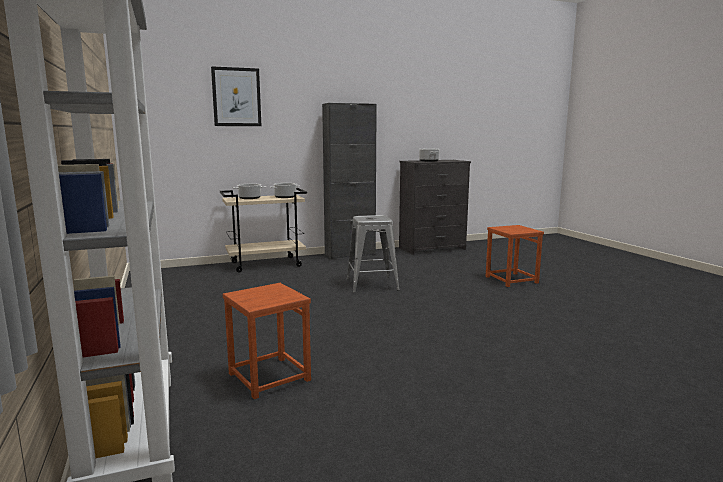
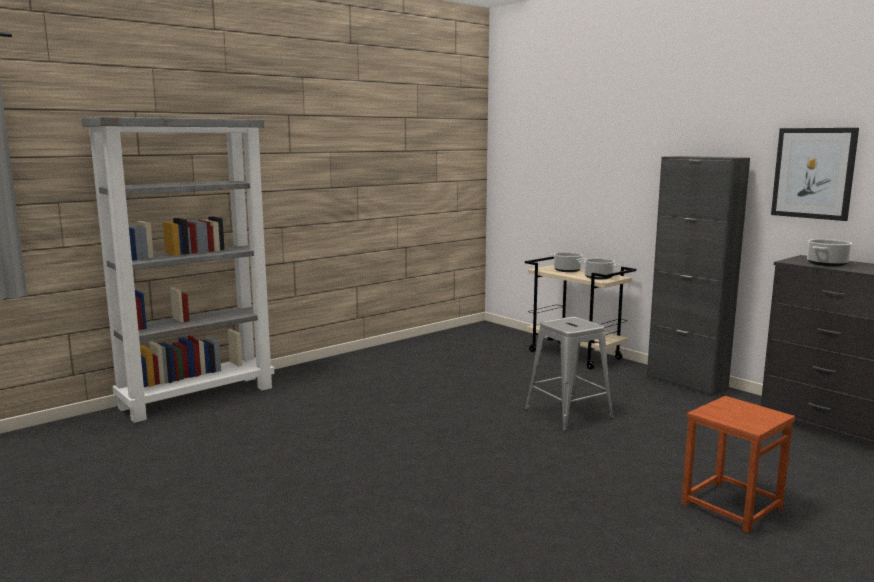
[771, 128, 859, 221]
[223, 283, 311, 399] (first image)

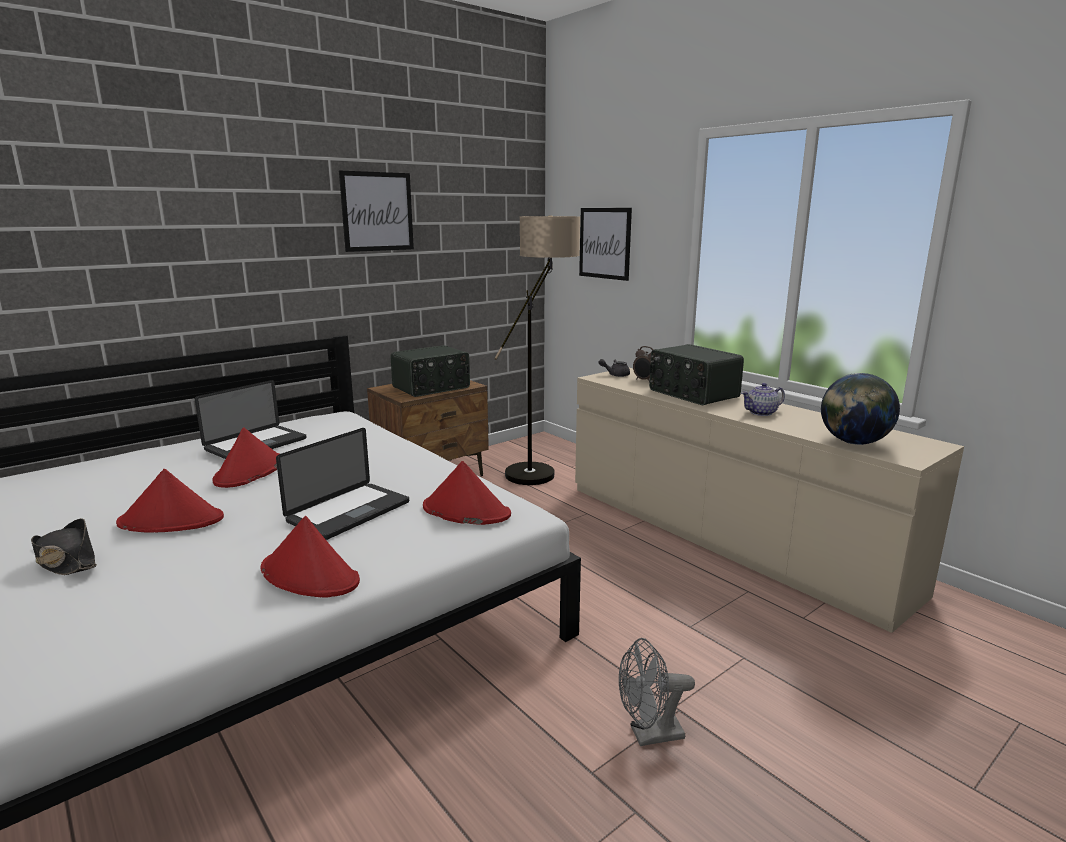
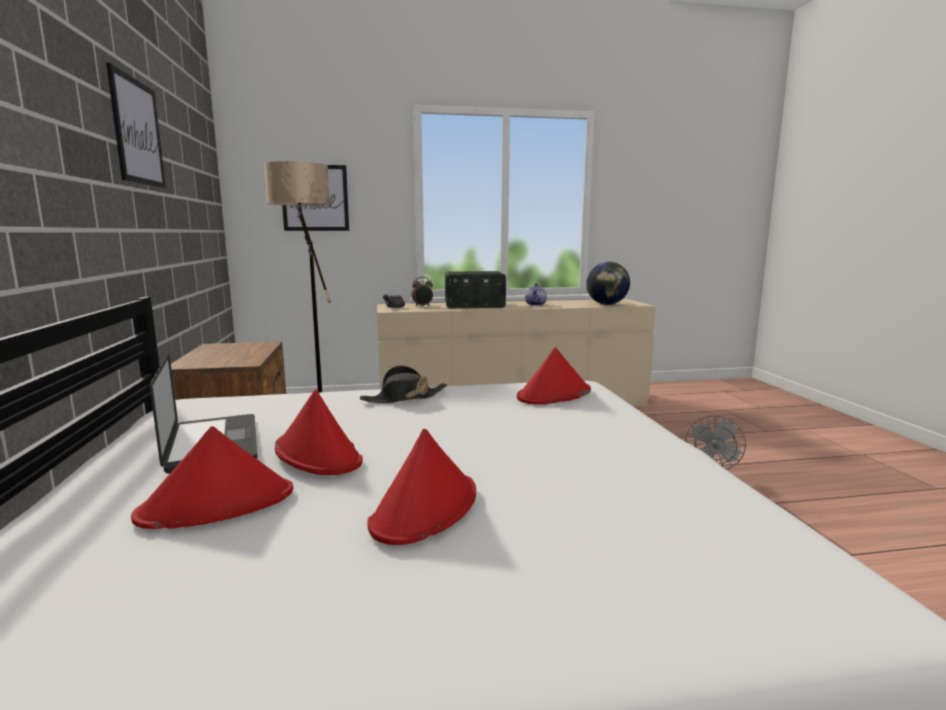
[131, 426, 293, 529]
[360, 365, 447, 404]
[276, 428, 409, 540] (first image)
[391, 345, 470, 397] (first image)

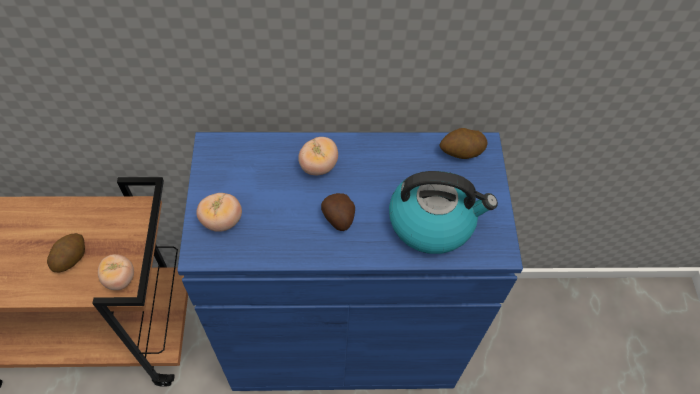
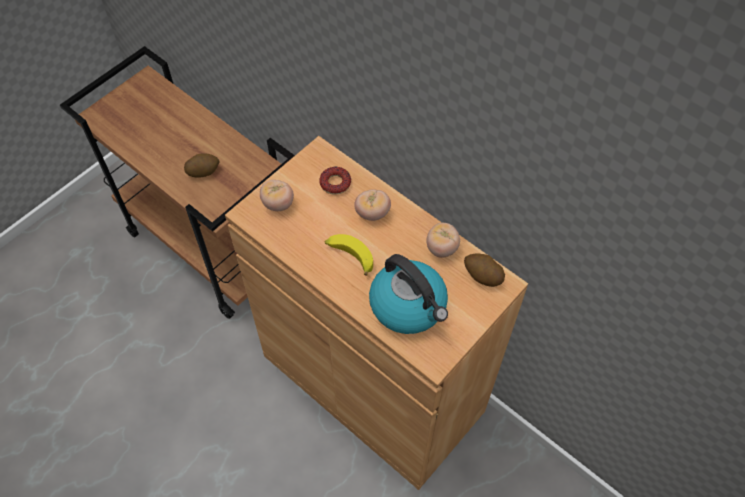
[225, 136, 528, 490]
[319, 167, 351, 195]
[325, 234, 373, 276]
[426, 223, 460, 258]

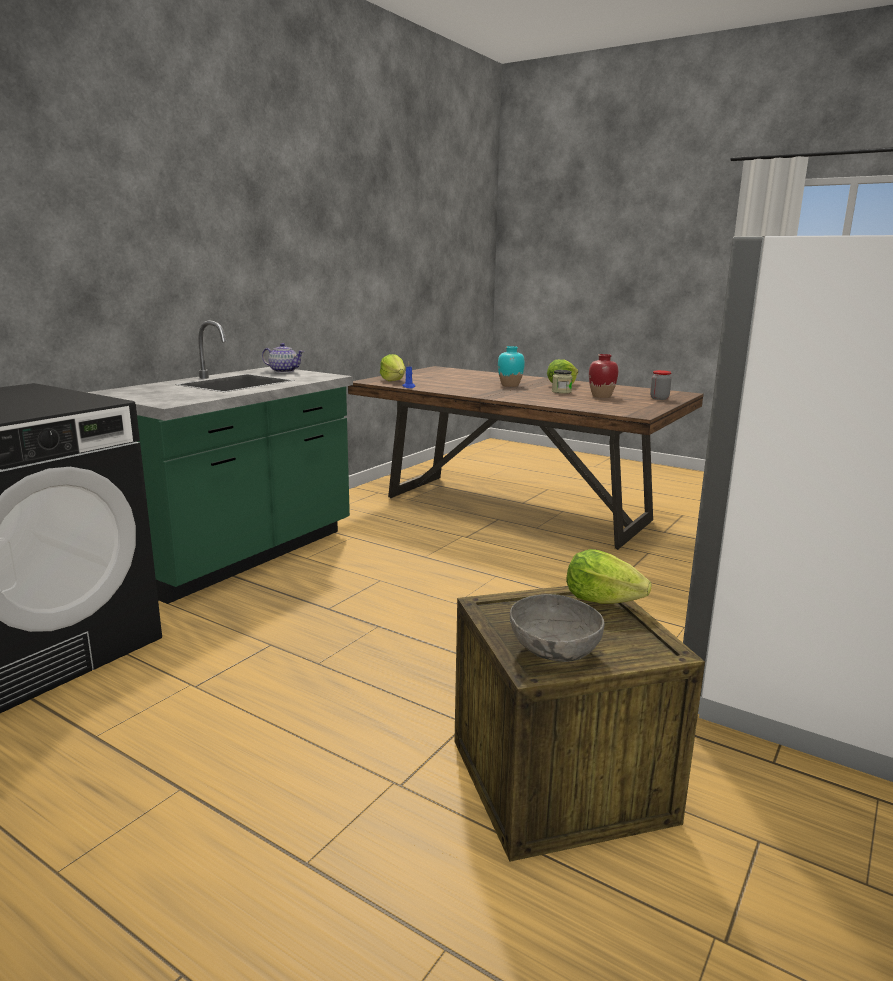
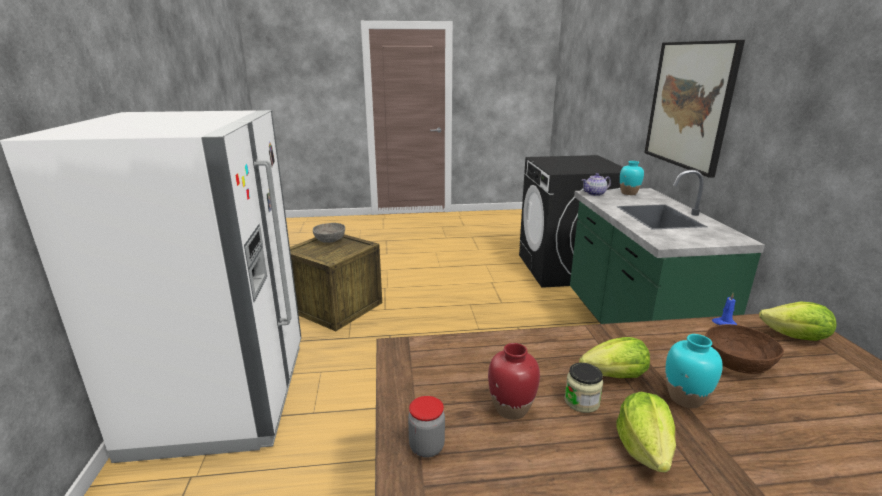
[579, 337, 650, 378]
[582, 173, 611, 196]
[620, 161, 644, 195]
[644, 40, 745, 178]
[705, 324, 784, 374]

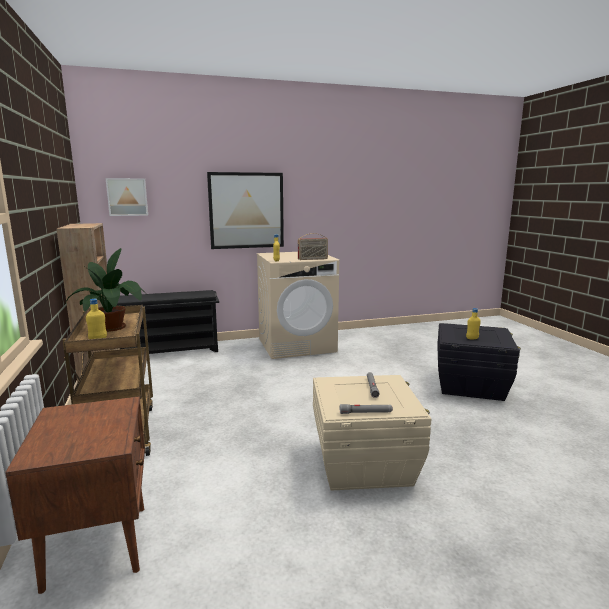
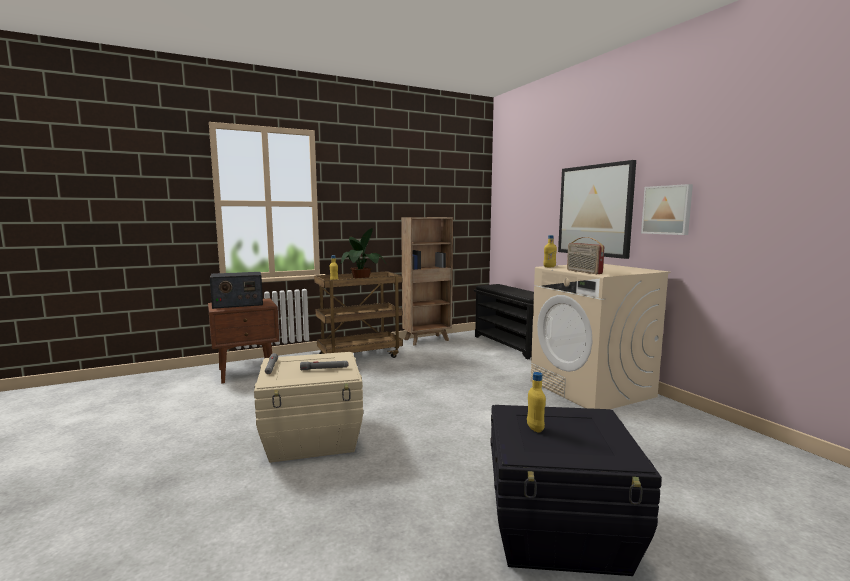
[210, 272, 263, 309]
[641, 184, 693, 235]

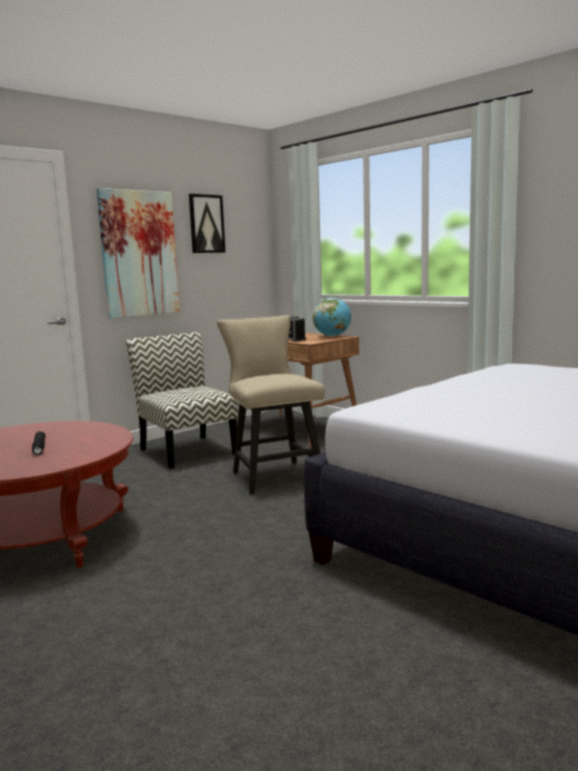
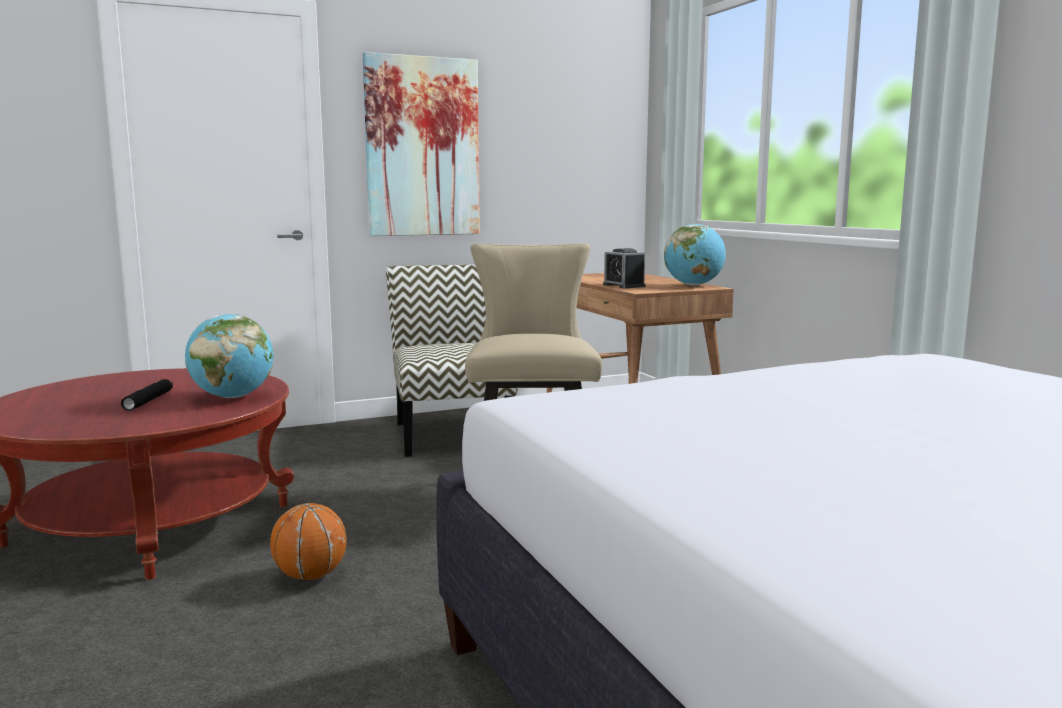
[185, 314, 274, 398]
[270, 503, 347, 580]
[189, 194, 225, 253] (first image)

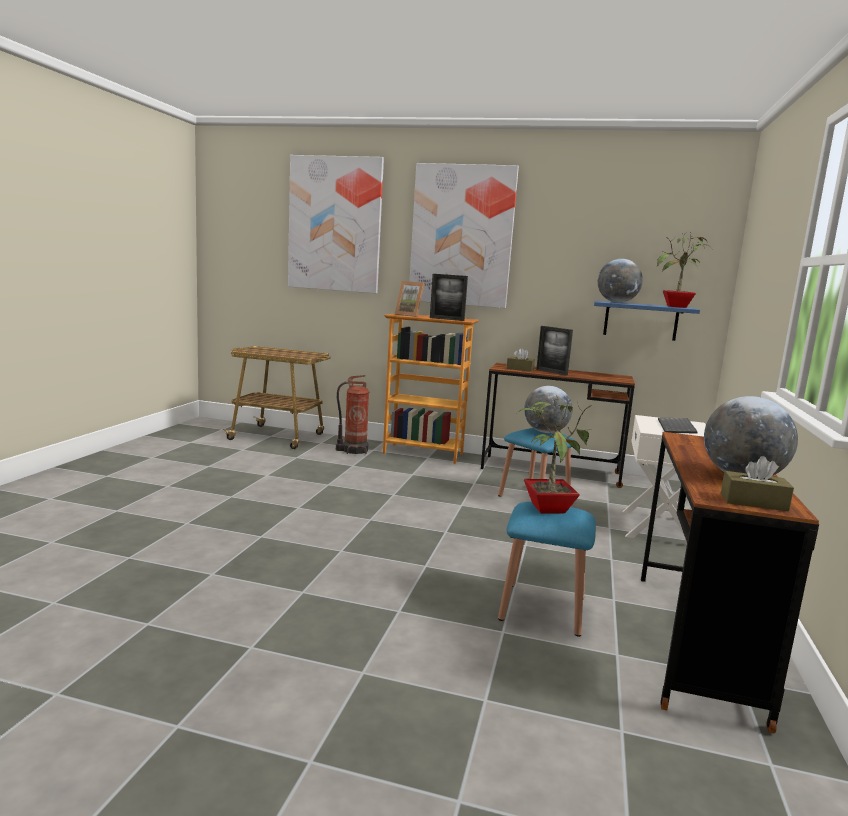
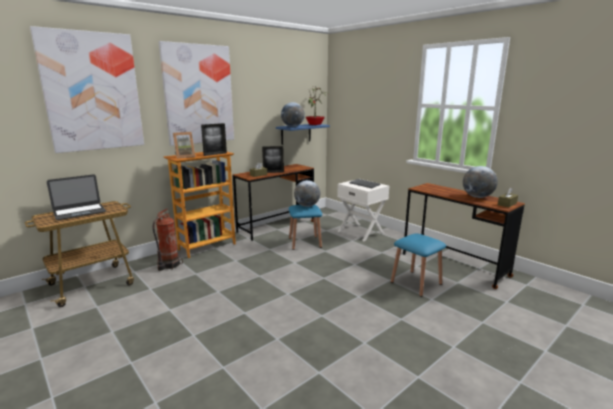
[47, 174, 106, 220]
[517, 397, 592, 514] (first image)

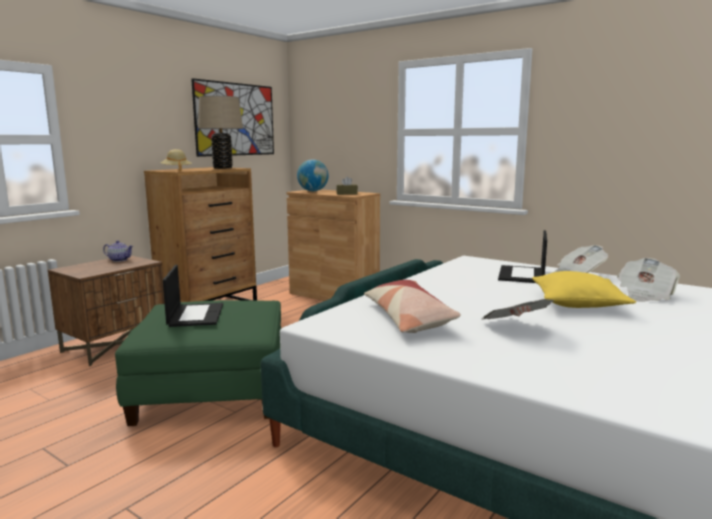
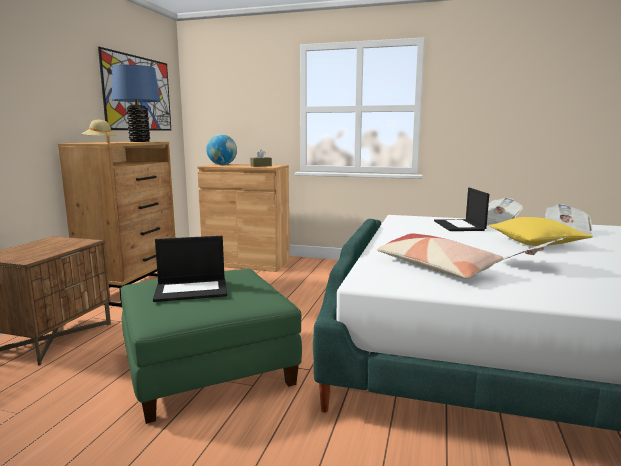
[112, 65, 160, 142]
[153, 236, 227, 302]
[103, 240, 133, 262] (first image)

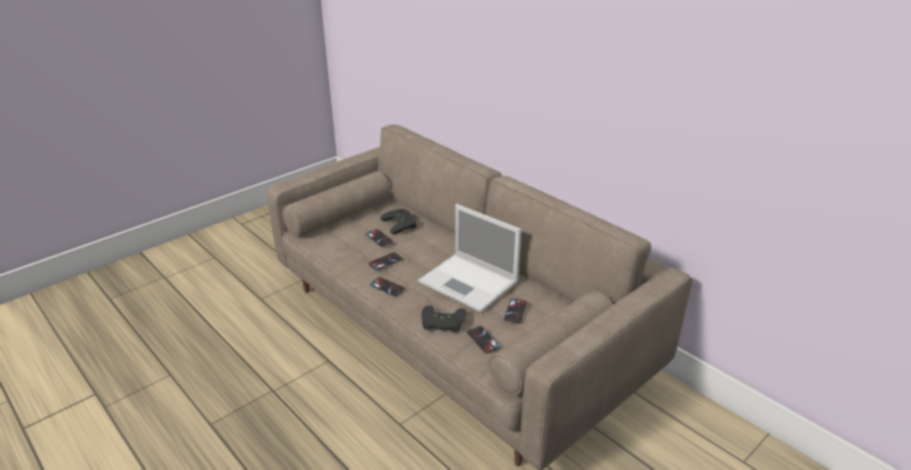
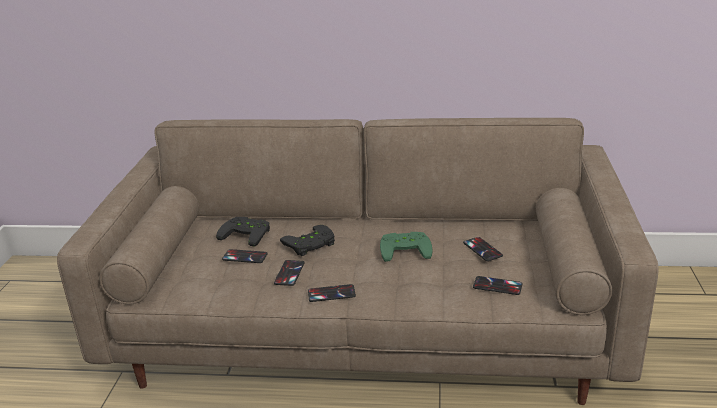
[280, 225, 335, 256]
[380, 232, 433, 262]

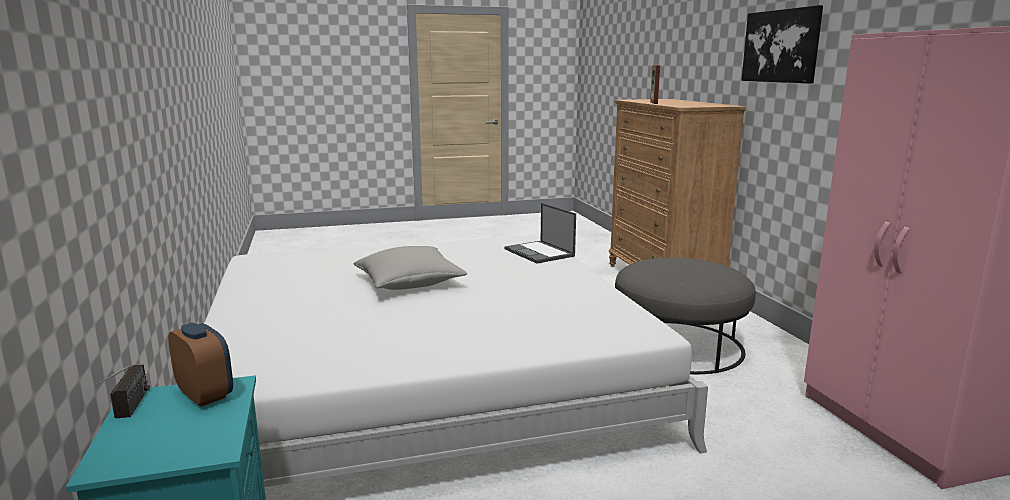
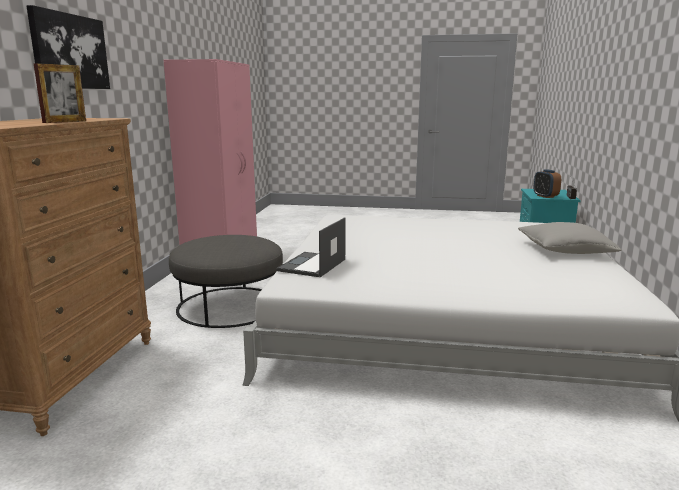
[276, 217, 345, 277]
[518, 222, 621, 254]

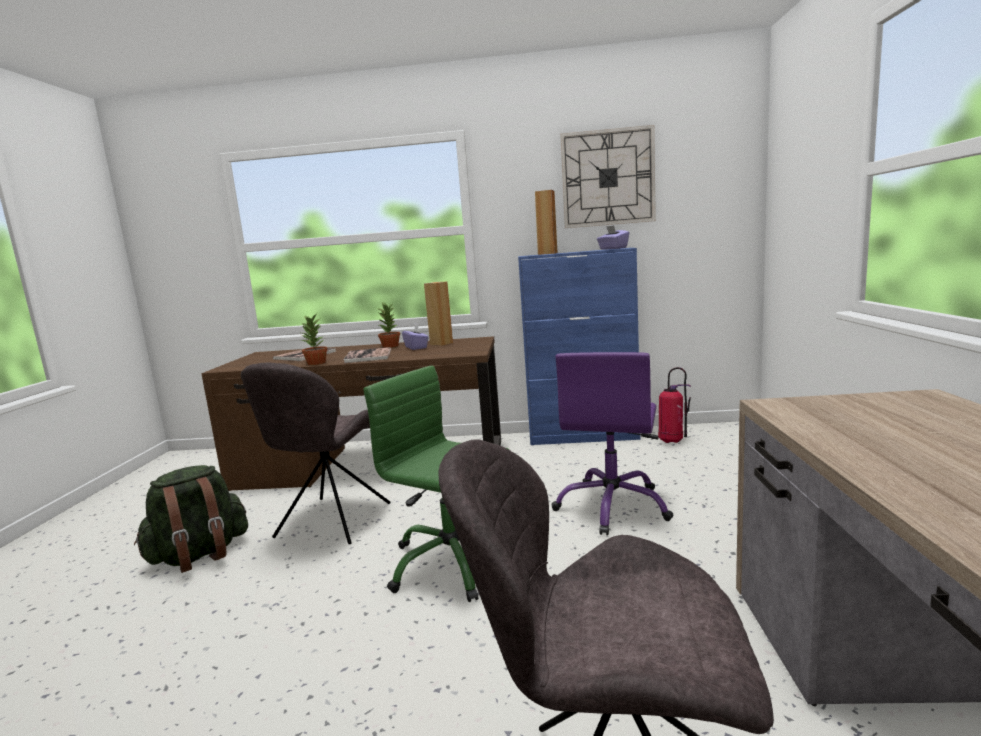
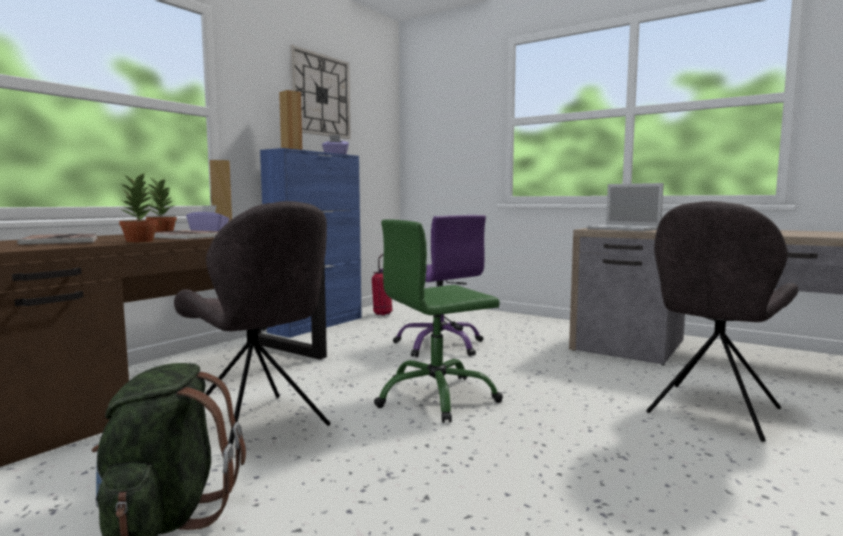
[587, 183, 664, 231]

